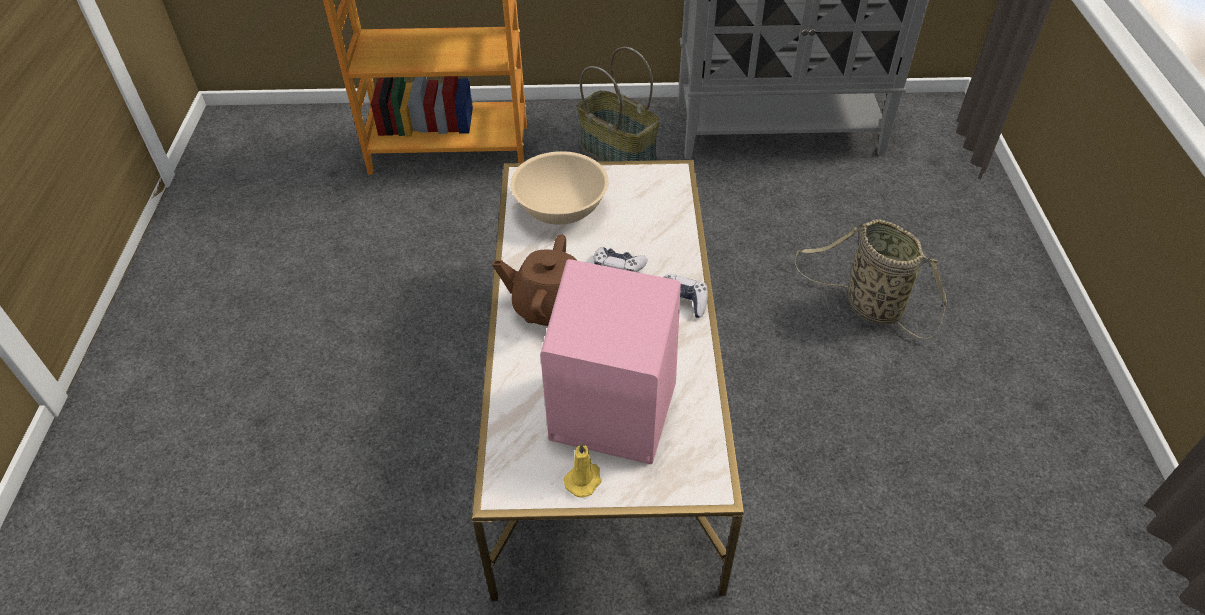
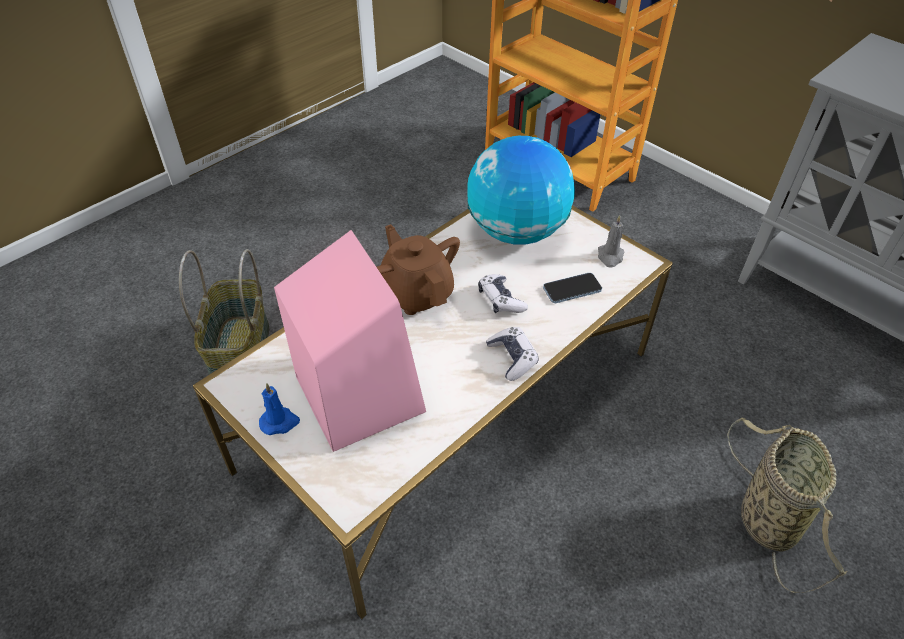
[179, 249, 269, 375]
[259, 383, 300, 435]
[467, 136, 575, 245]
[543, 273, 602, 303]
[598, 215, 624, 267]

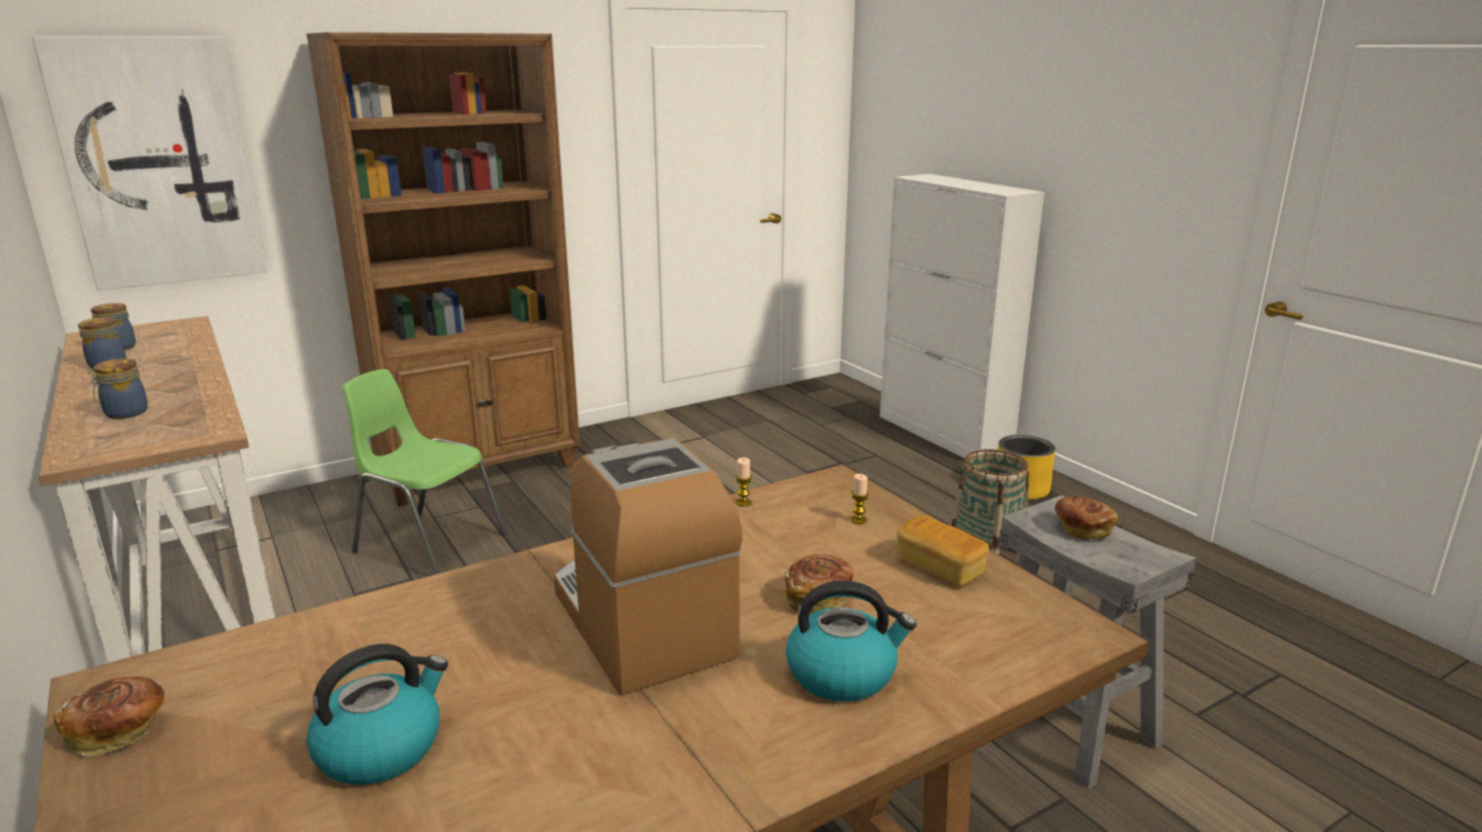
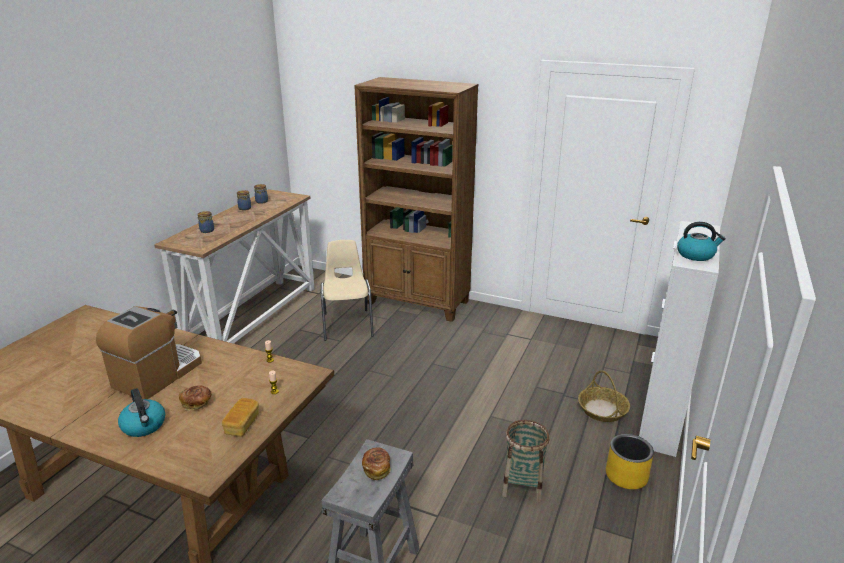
[321, 240, 374, 341]
[578, 370, 630, 422]
[677, 222, 725, 261]
[32, 35, 267, 290] (first image)
[53, 677, 165, 756] (first image)

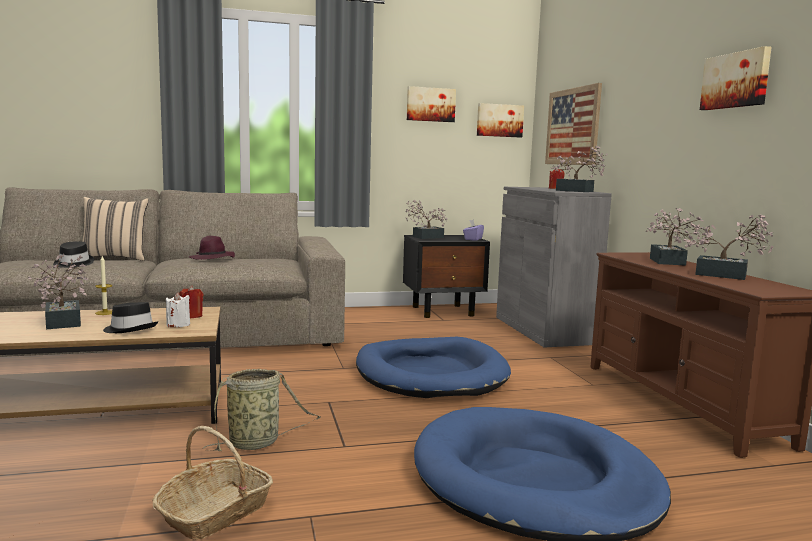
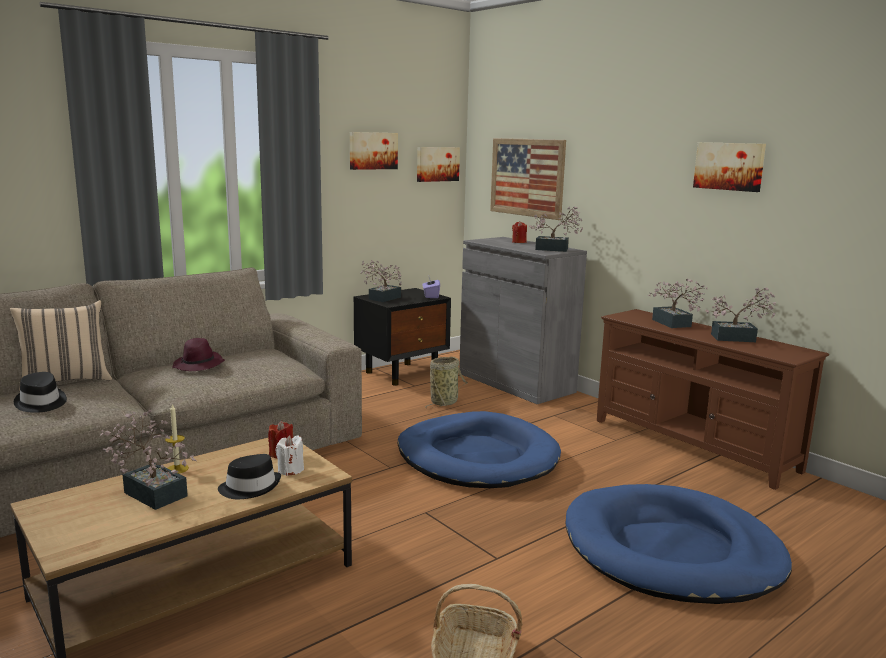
[425, 357, 467, 408]

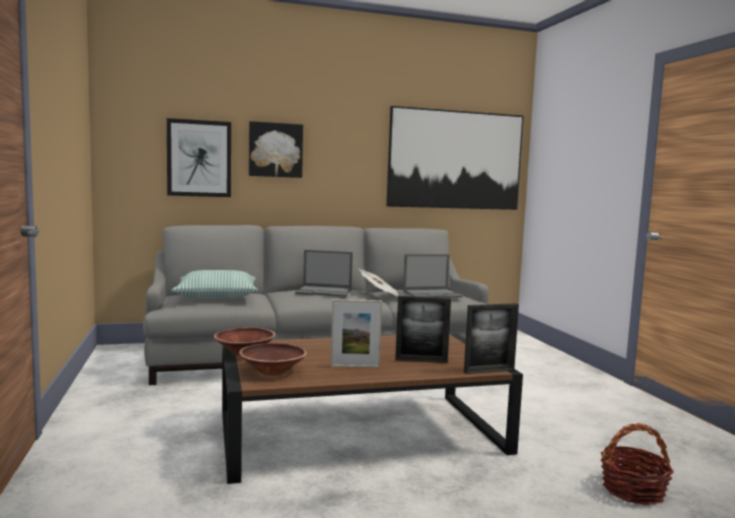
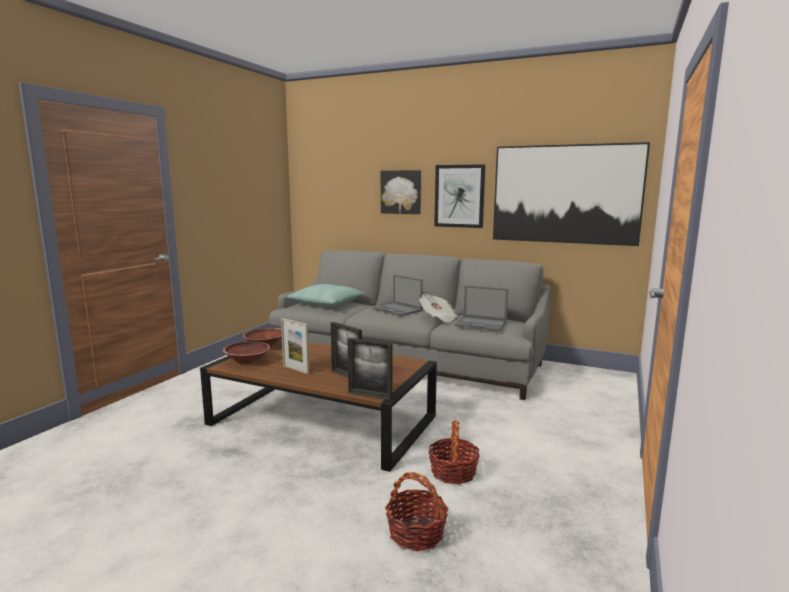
[429, 420, 480, 484]
[434, 164, 485, 228]

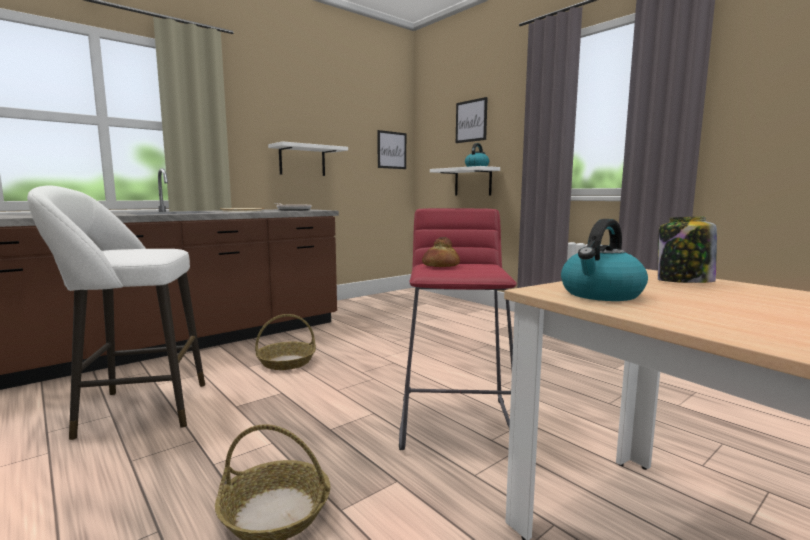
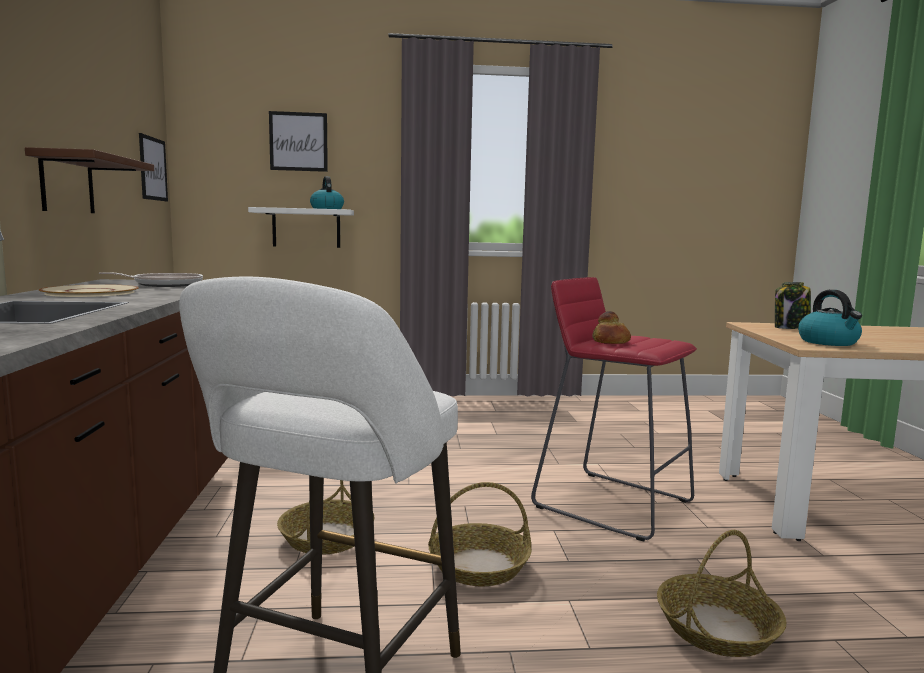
[25, 147, 154, 213]
[428, 482, 532, 587]

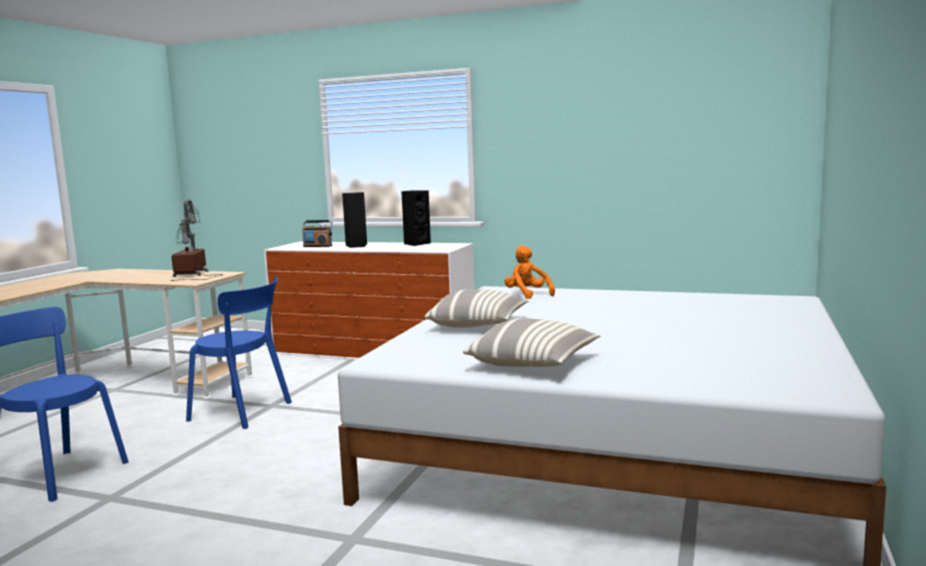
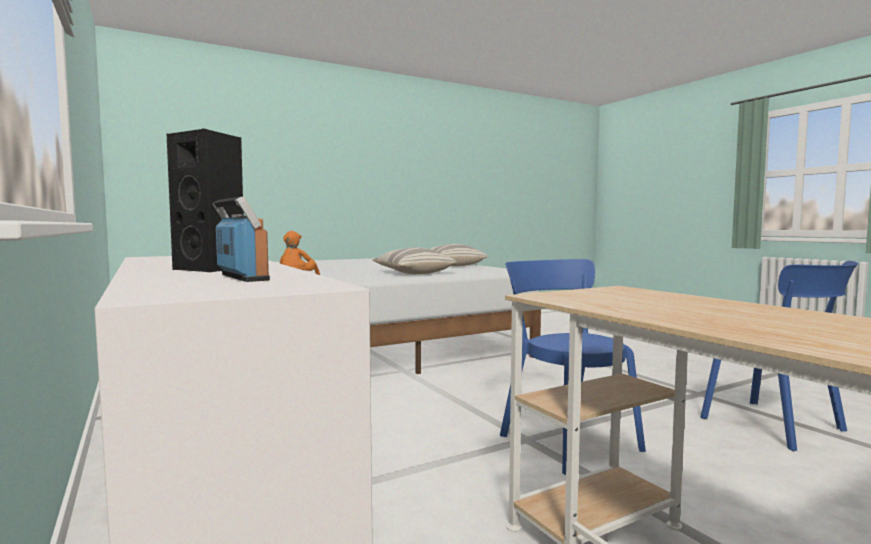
[170, 200, 223, 281] (first image)
[401, 190, 431, 246] (first image)

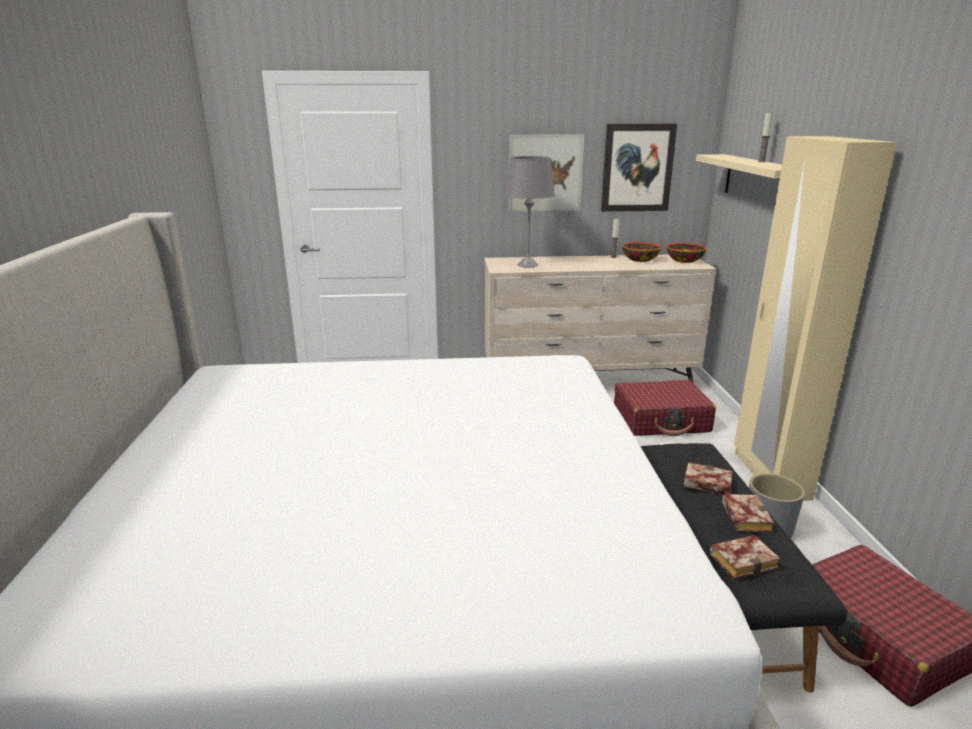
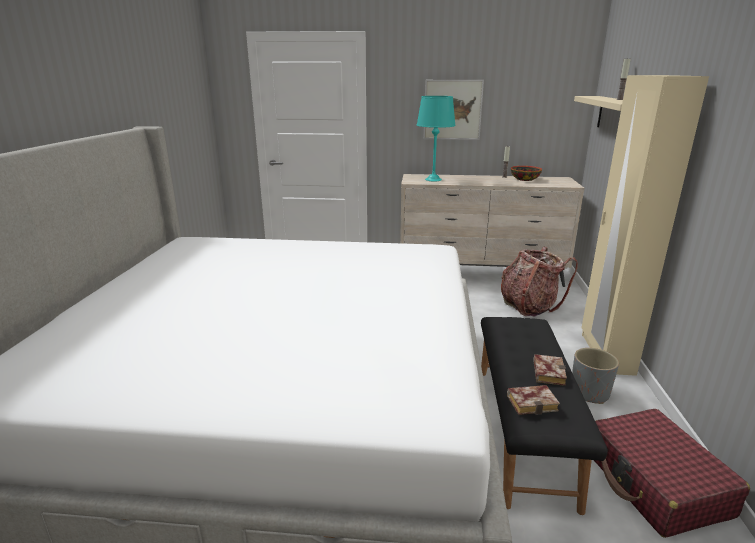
[417, 96, 456, 181]
[501, 247, 578, 317]
[601, 124, 677, 212] (first image)
[667, 243, 706, 263] (first image)
[684, 462, 732, 495] (first image)

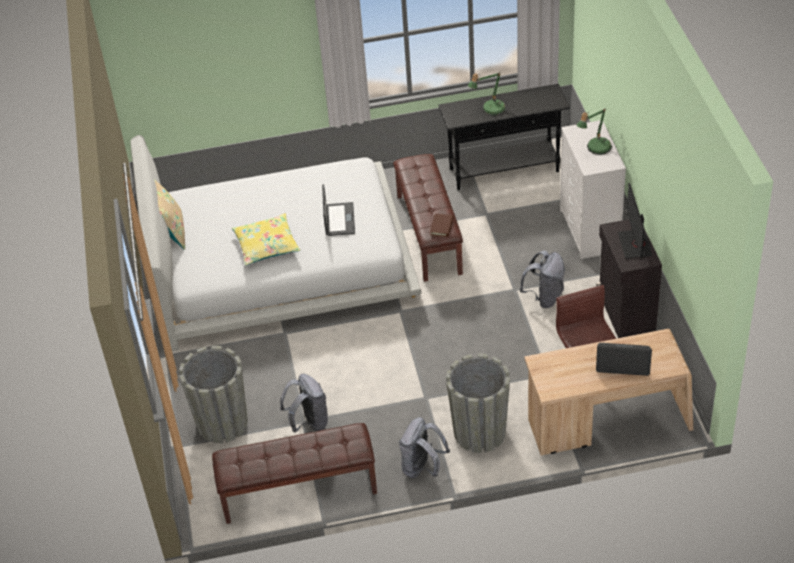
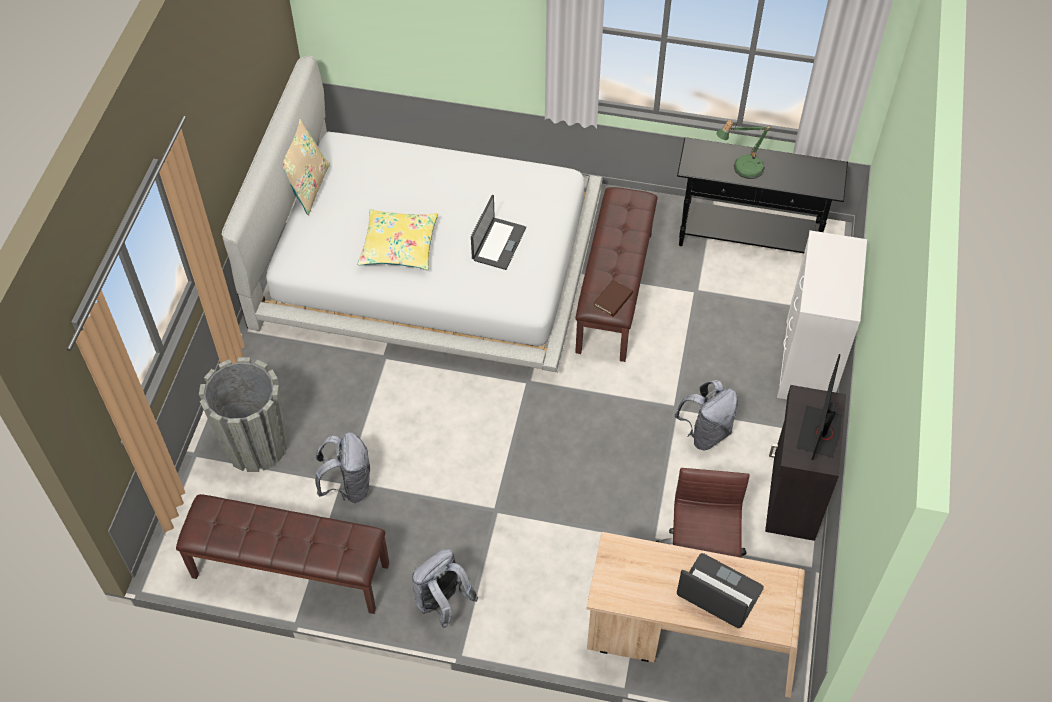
[446, 353, 510, 453] (first image)
[576, 109, 612, 155] (first image)

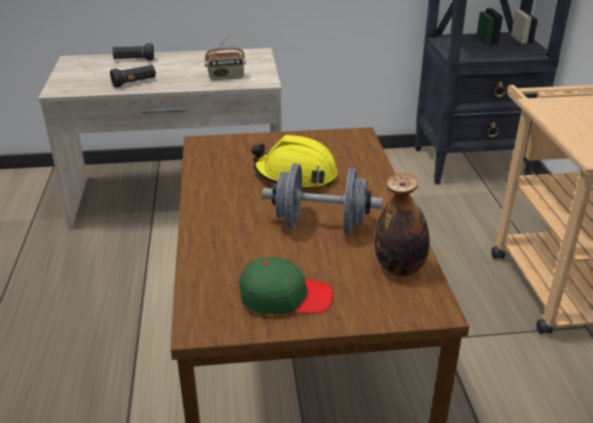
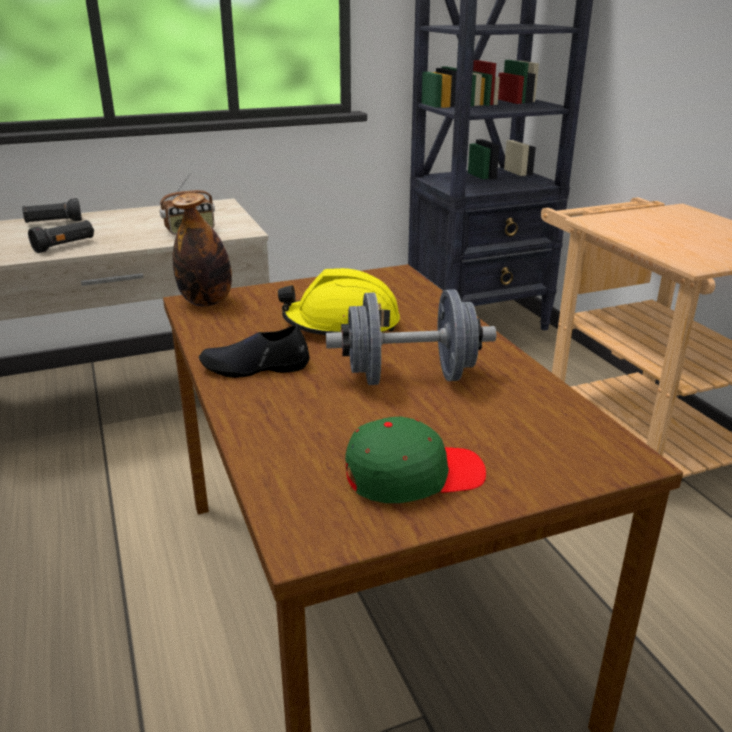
[172, 193, 232, 306]
[199, 325, 310, 378]

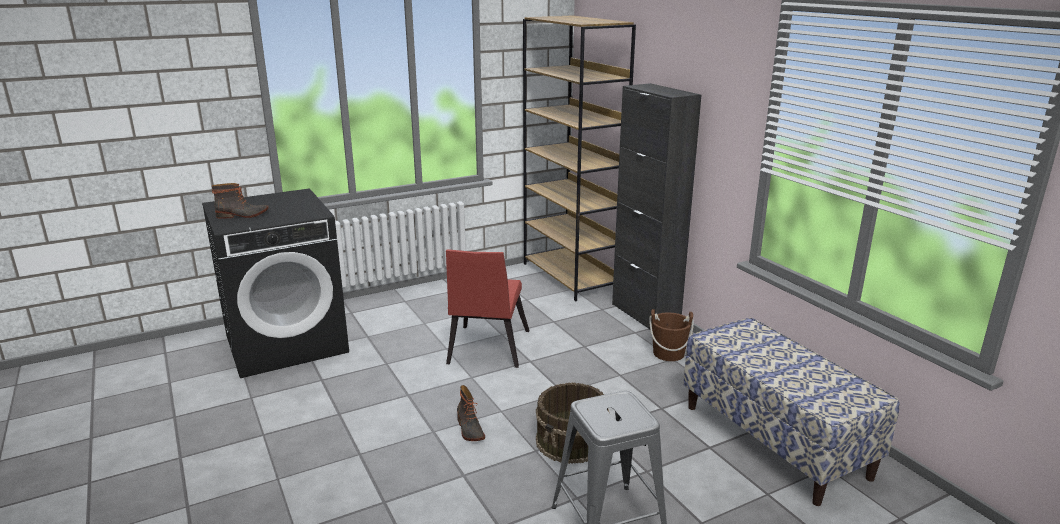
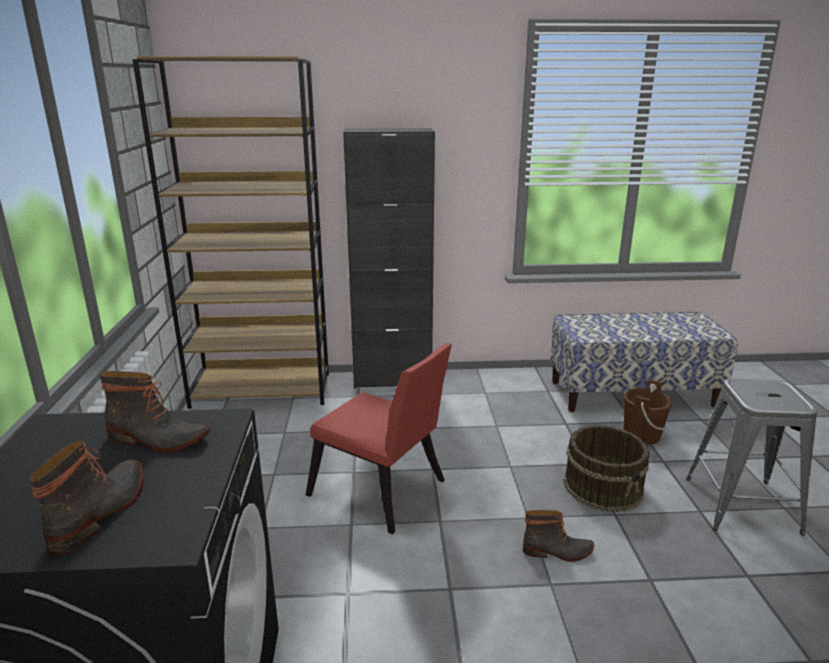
[99, 371, 210, 453]
[624, 379, 672, 445]

